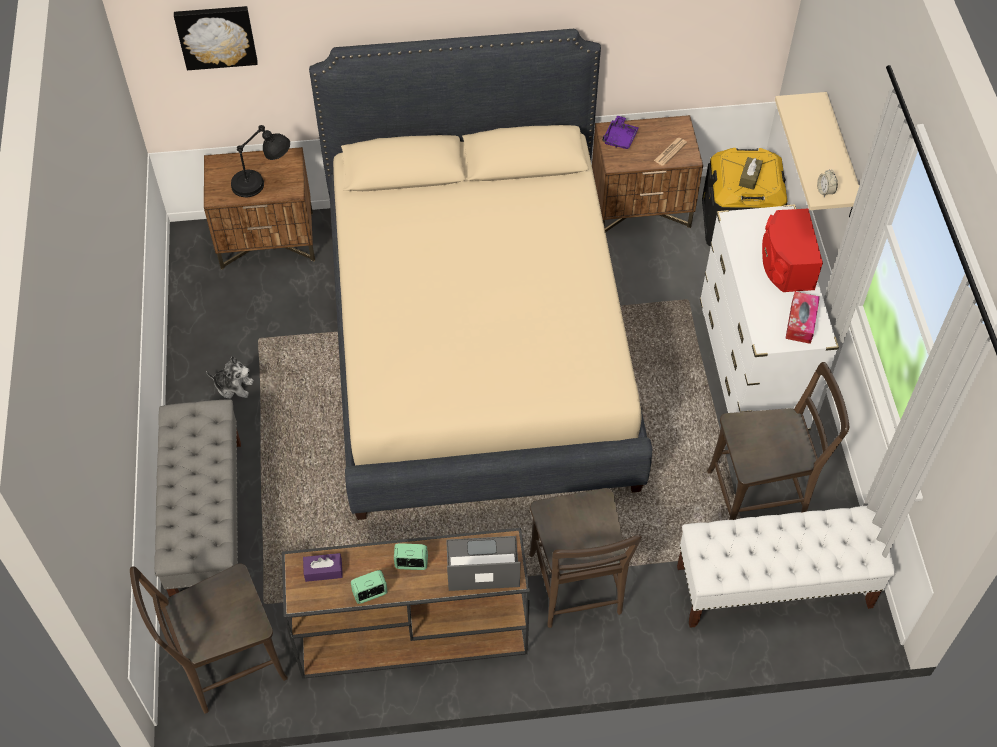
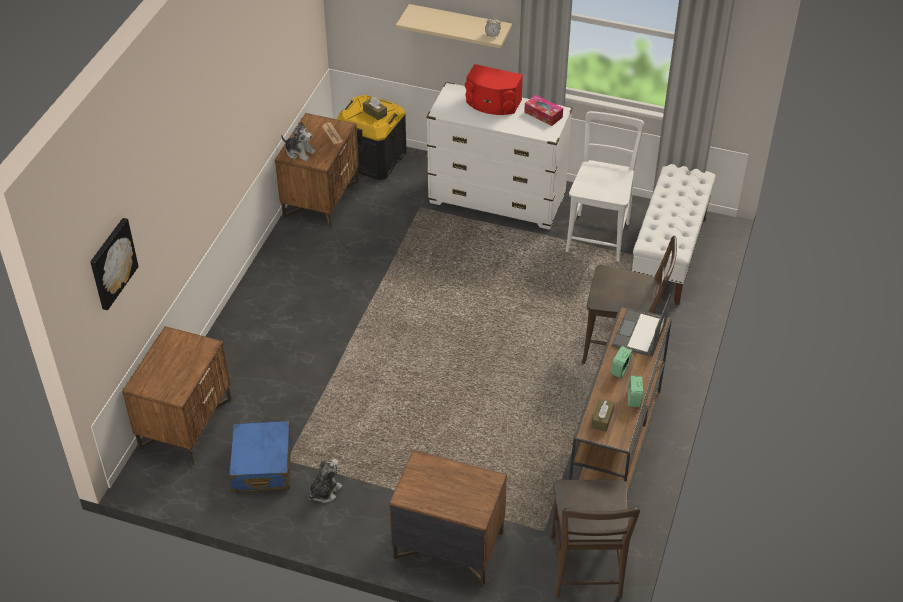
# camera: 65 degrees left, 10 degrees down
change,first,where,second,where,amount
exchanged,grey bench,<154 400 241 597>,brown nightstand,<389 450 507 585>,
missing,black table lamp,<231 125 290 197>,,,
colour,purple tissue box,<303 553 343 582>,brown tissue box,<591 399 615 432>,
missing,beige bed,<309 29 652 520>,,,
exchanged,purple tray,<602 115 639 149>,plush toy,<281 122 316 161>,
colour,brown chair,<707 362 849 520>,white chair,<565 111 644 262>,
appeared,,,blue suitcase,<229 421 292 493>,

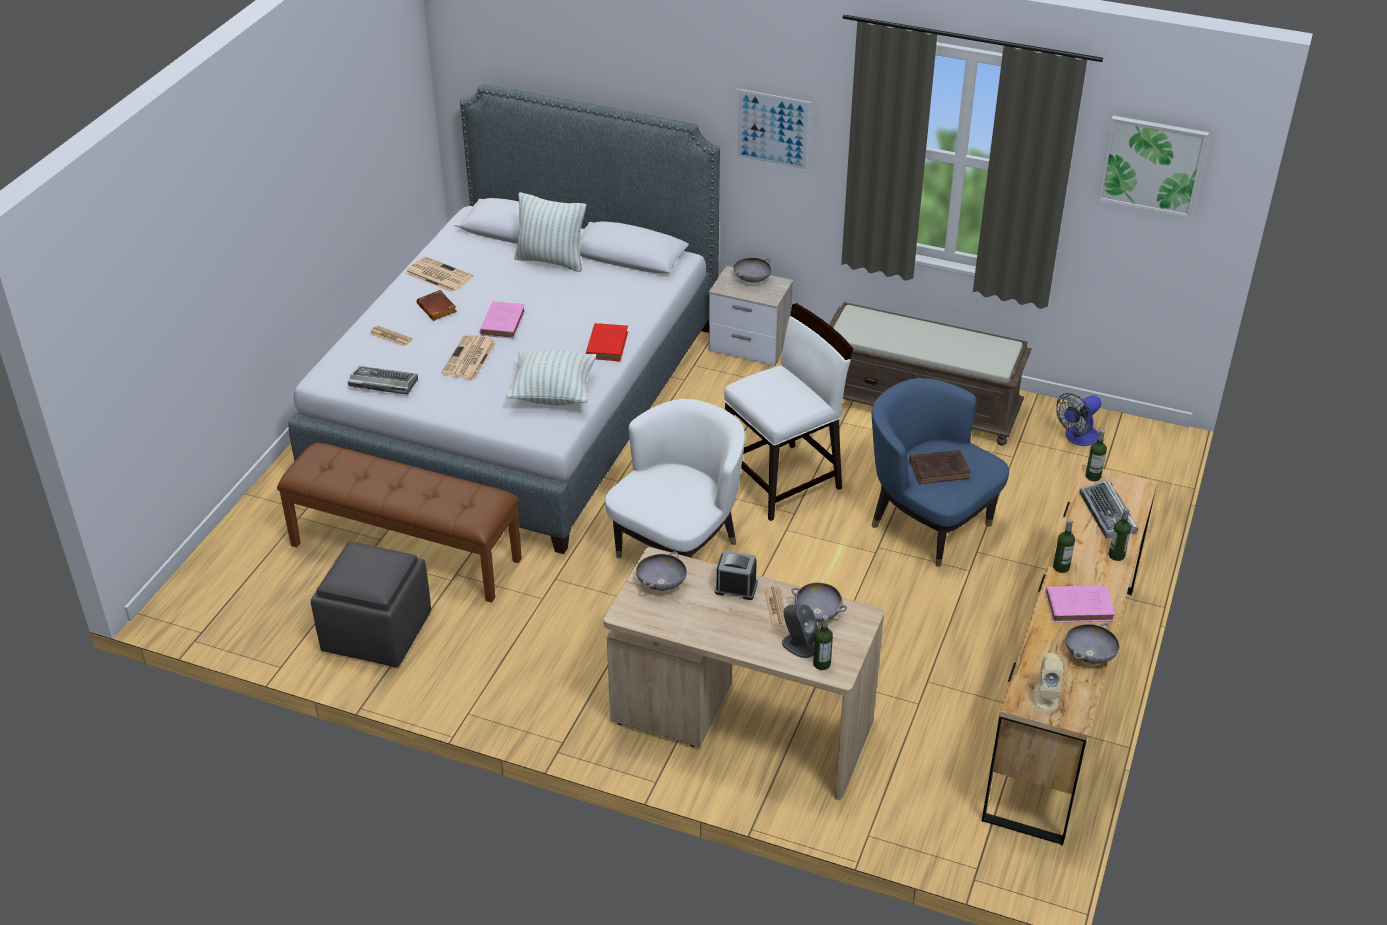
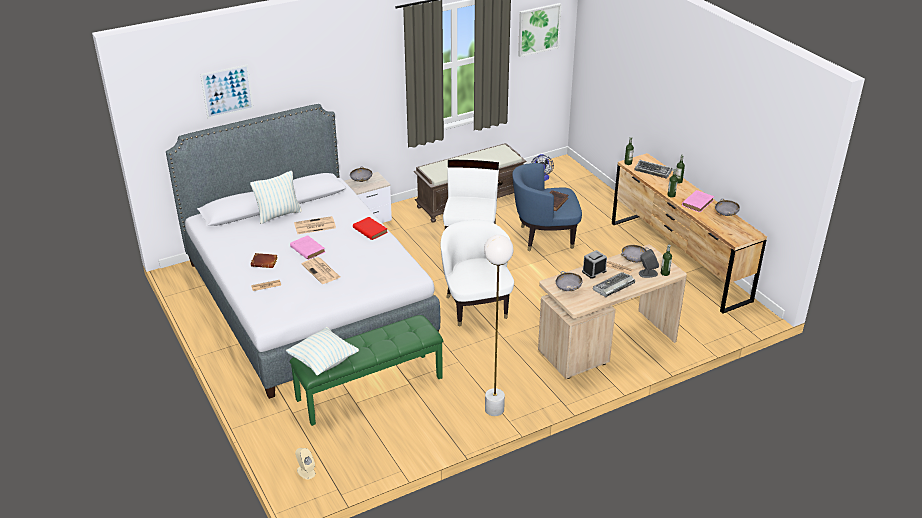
# camera: 50 degrees left, 5 degrees down
change,first,where,second,where,amount
colour,brown bench,<277 443 522 603>,green bench,<290 315 443 426>,
missing,grey ottoman,<311 541 431 668>,,,
relocated,keyboard,<348 366 418 395>,,<593 272 635 297>,
relocated,newspaper,<405 256 473 293>,,<294 216 336 234>,
relocated,pillow,<506 349 596 406>,,<286 327 359 376>,
relocated,picture,<735 89 811 172>,,<200 64 253 119>,
relocated,beige speaker,<1033 653 1064 712>,,<295 448 316 480>,
appeared,,,white floor lamp,<484 235 513 416>,

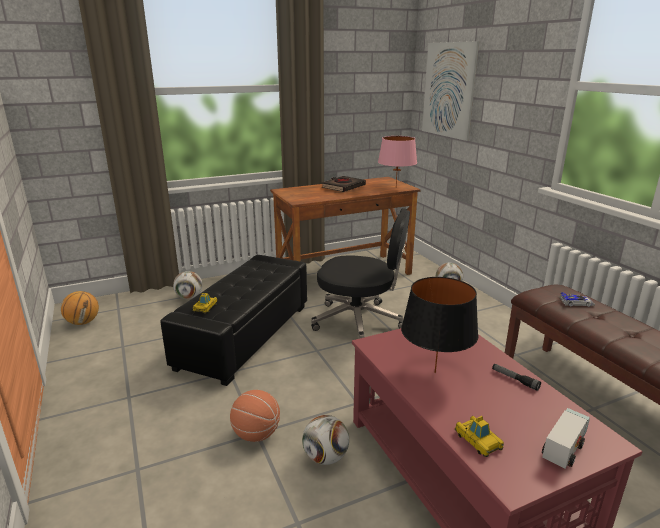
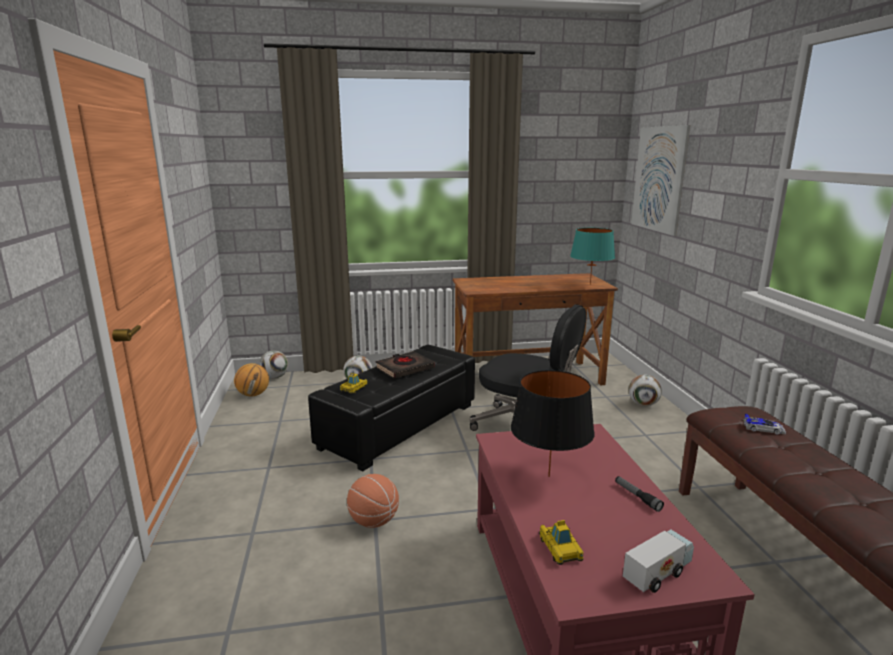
# camera: 15 degrees right, 5 degrees down
change,first,where,second,where,amount
relocated,football,<302 415 349 465>,,<259 350 288 379>,
relocated,black book,<321 176 366 192>,,<375 351 435 379>,
colour,pink table lamp,<378 136 417 187>,turquoise table lamp,<570 228 615 285>,

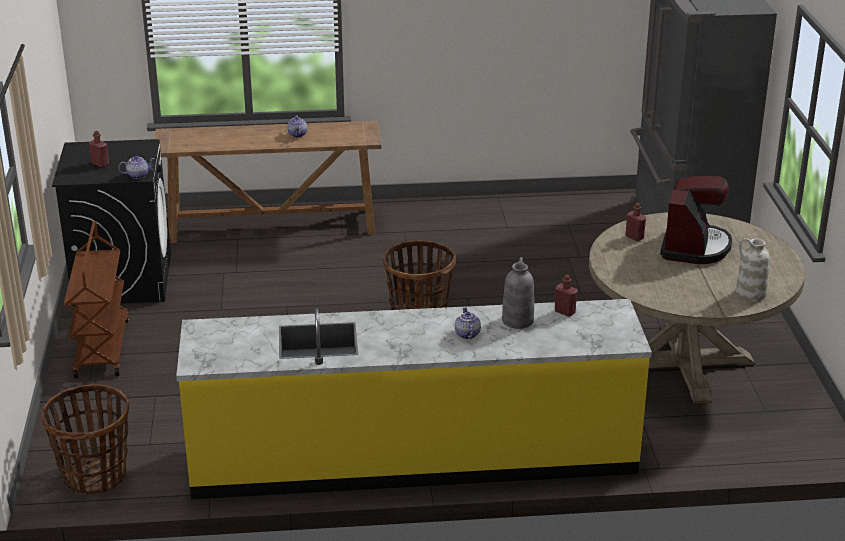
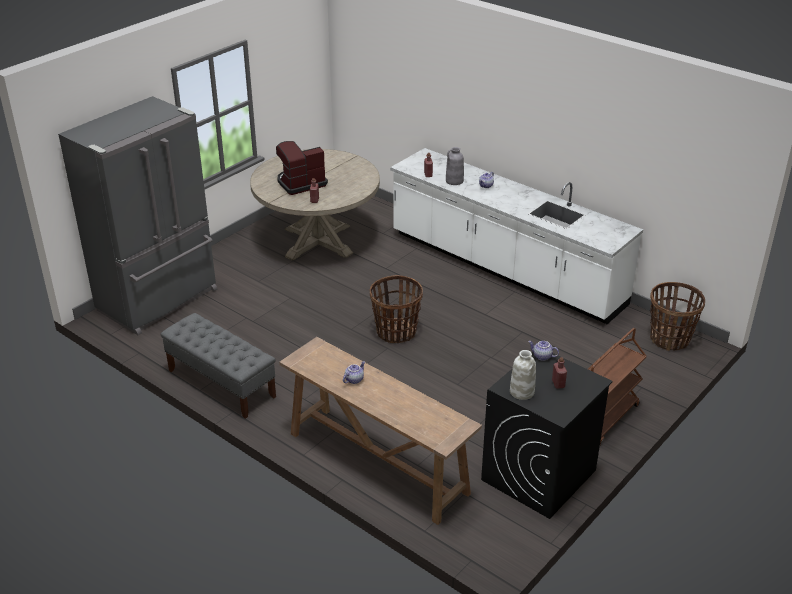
# camera: 135 degrees left, 5 degrees up
change,first,where,second,where,amount
colour,yellow counter,<176 299 652 499>,white counter,<390 148 643 324>,
relocated,white vase,<736 238 770 302>,,<510 350 536 400>,
appeared,,,grey bench,<161 313 276 419>,

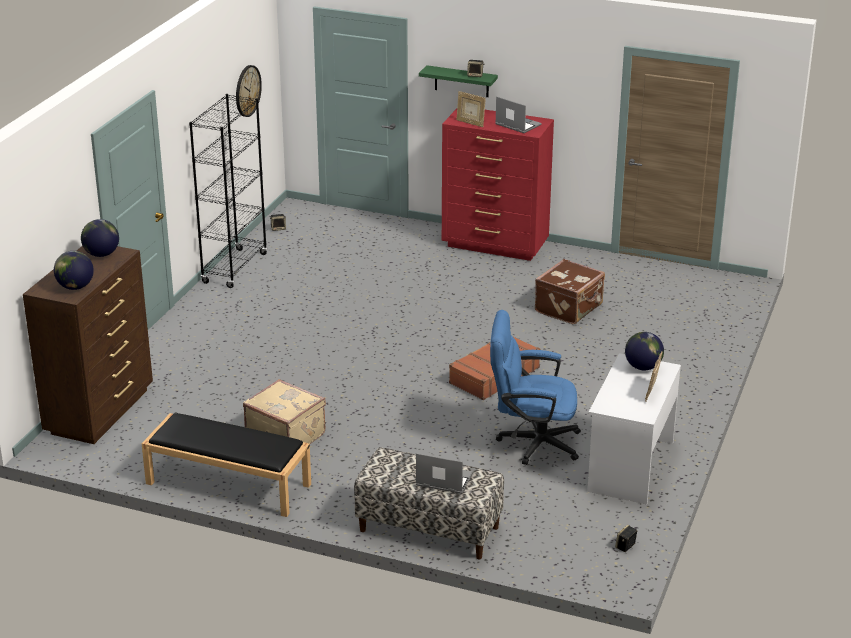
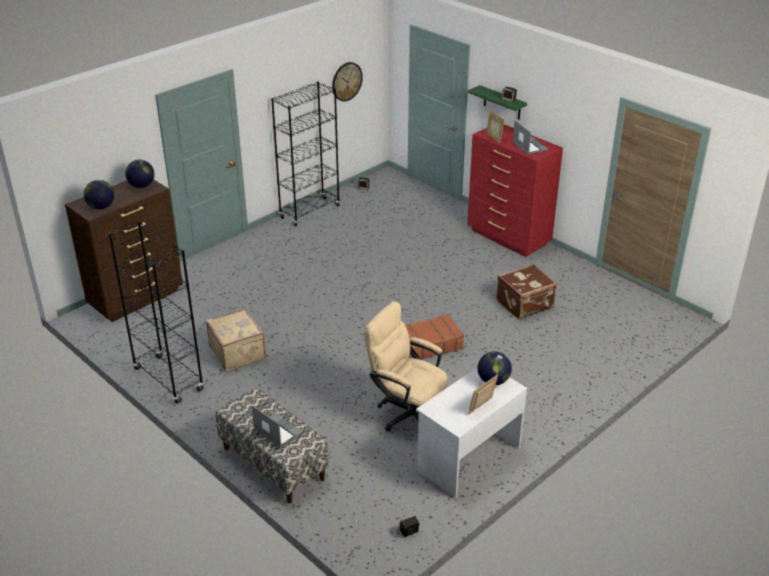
# camera: 25 degrees right, 5 degrees up
change,first,where,second,where,amount
exchanged,black bench,<142 413 311 517>,black bookcase,<108 221 204 404>,
colour,blue office chair,<490 310 581 465>,beige office chair,<364 301 448 431>,

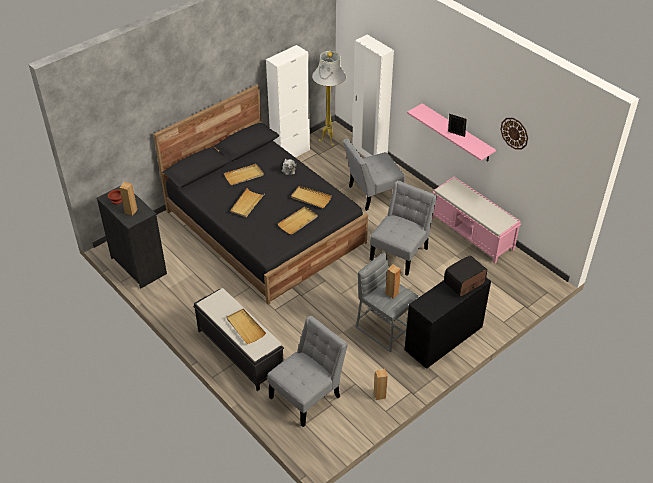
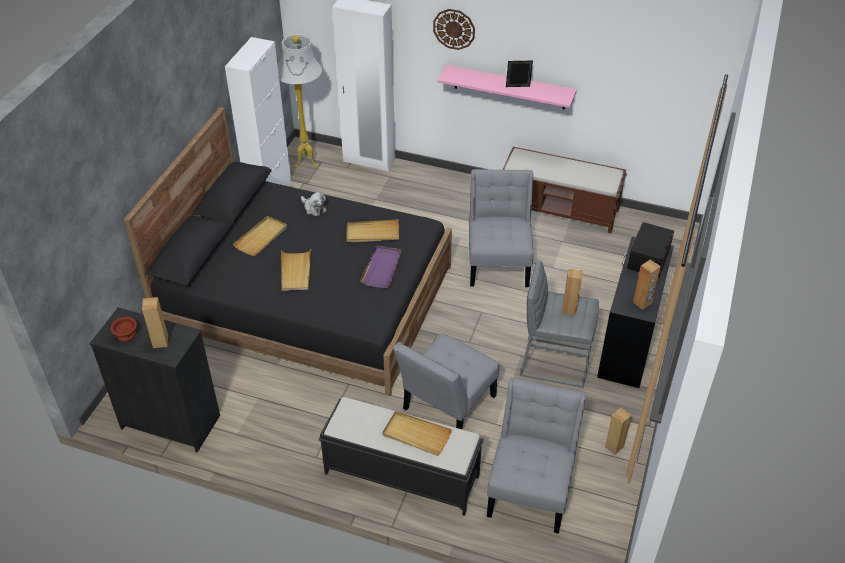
# camera: 30 degrees left, 0 degrees up
change,first,where,second,where,amount
colour,beige tray,<278 207 318 235>,purple tray,<360 246 401 288>,
relocated,grey chair,<343 138 405 211>,,<393 334 499 429>,
colour,pink bench,<432 177 521 263>,brown bench,<503 147 627 234>,
relocated,wall clock,<500 118 528 150>,,<433 9 475 50>,
appeared,,,brown speaker,<633 260 661 310>,

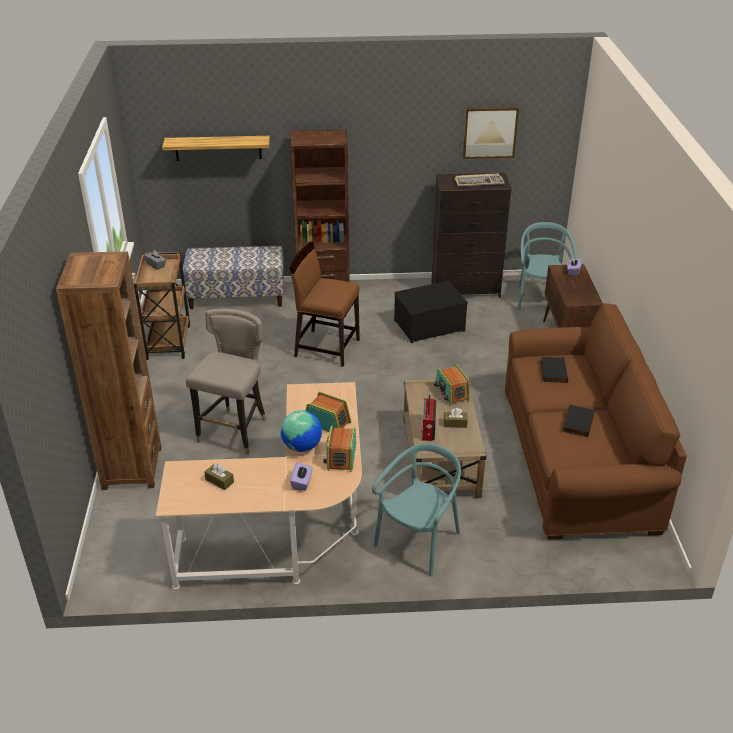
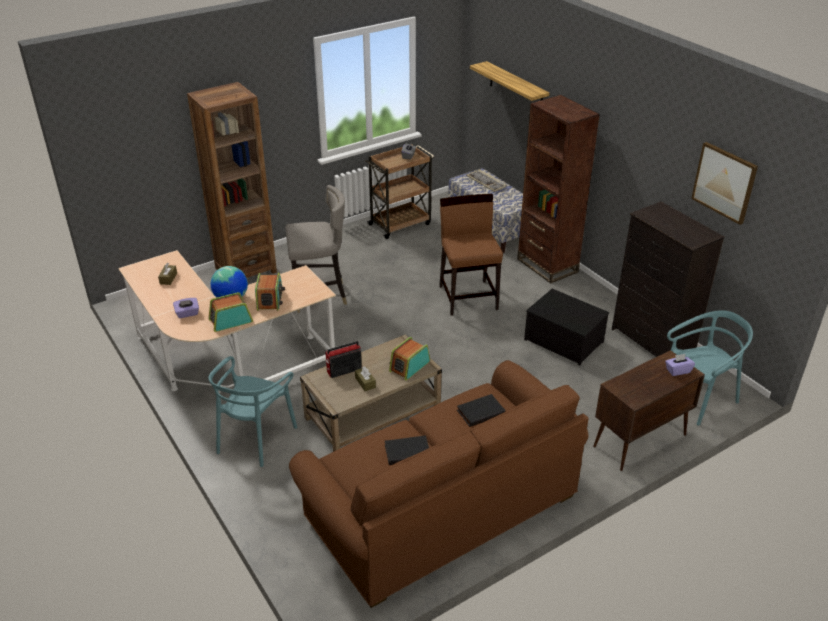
# camera: 60 degrees right, 0 degrees up
change,first,where,second,where,amount
spun,turquoise chair,<372 443 461 577>,,<208 356 297 467>,105 degrees clockwise
relocated,keyboard,<455 173 505 186>,,<466 169 507 192>,

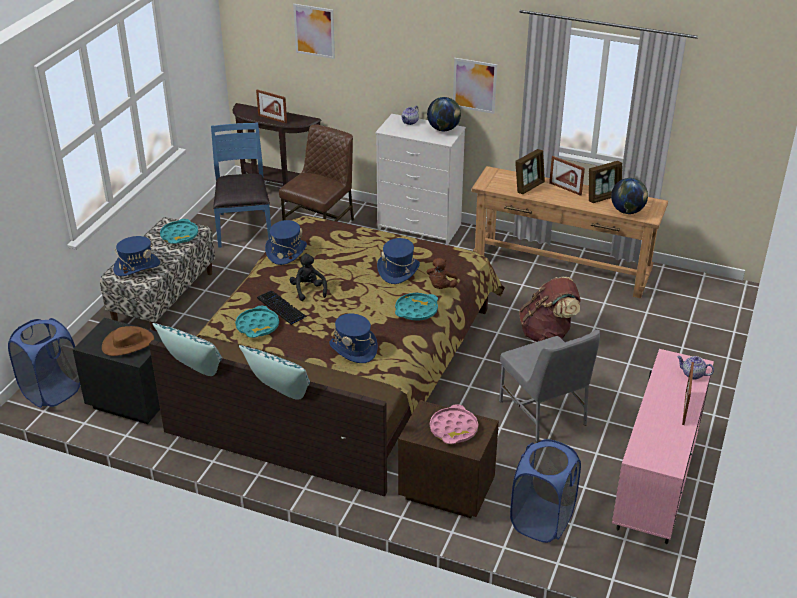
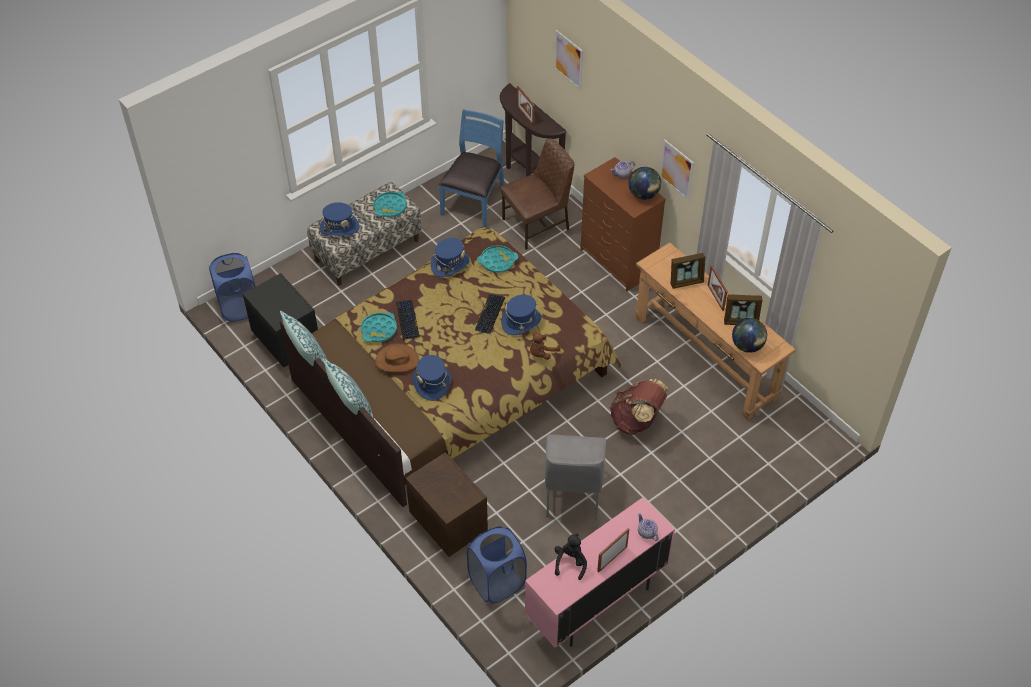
# camera: 30 degrees right, 15 degrees up
change,first,where,second,where,amount
relocated,brown hat,<102 326 154 356>,,<375 343 419 372>,
relocated,black plush toy,<290 254 327 301>,,<555 533 587 580>,
colour,white dresser,<375 114 466 245>,brown dresser,<580 157 666 291>,
relocated,turquoise tray,<395 293 438 320>,,<477 245 518 273>,
missing,pink tray,<430 404 478 444>,,,
appeared,,,keyboard,<475 294 505 334>,

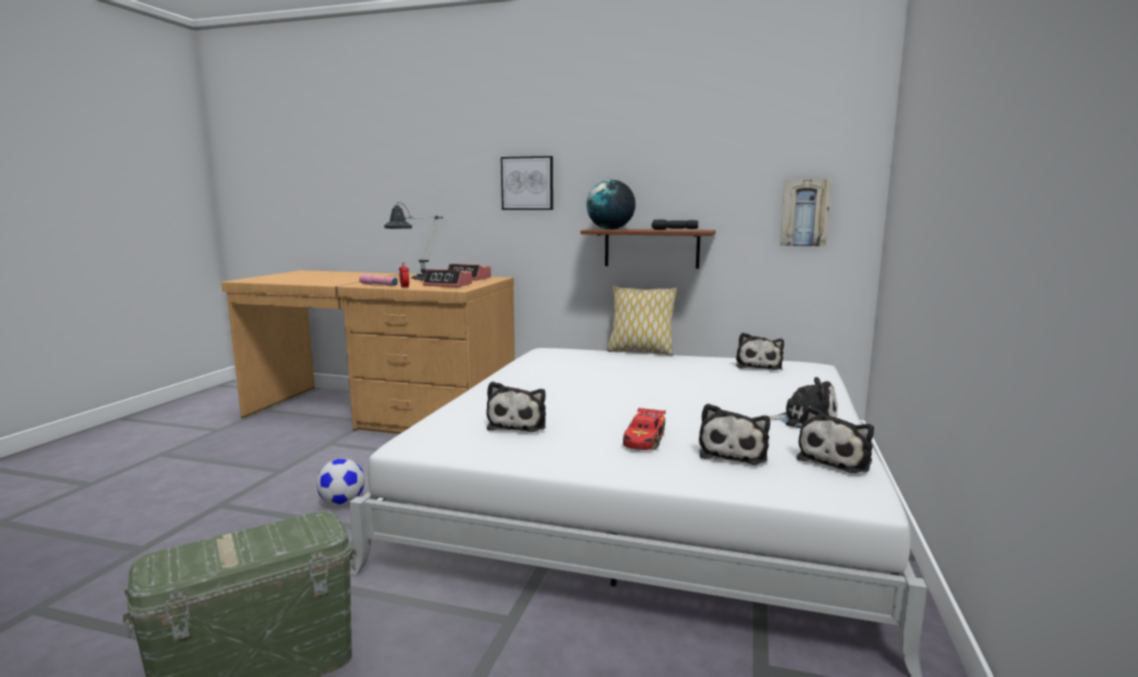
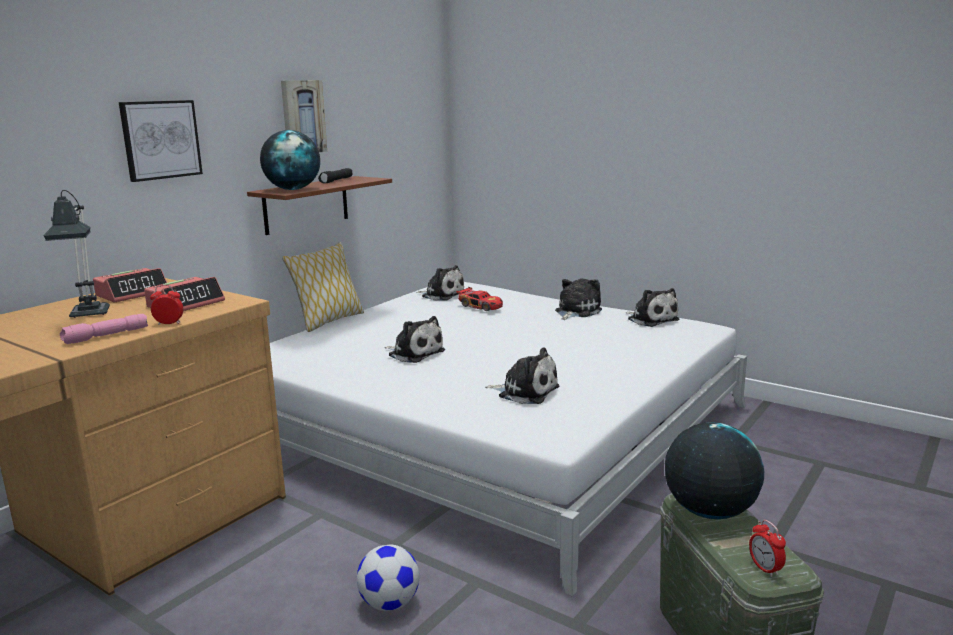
# camera: 70 degrees left, 5 degrees up
change,first,where,second,where,amount
relocated,toy car,<623 408 666 450>,,<456 287 503 311>,
relocated,plush toy,<699 404 770 465>,,<385 316 445 363>,
relocated,picture,<780 180 831 247>,,<281 80 327 152>,
appeared,,,globe,<665 422 764 519>,
appeared,,,alarm clock,<749 520 786 577>,

